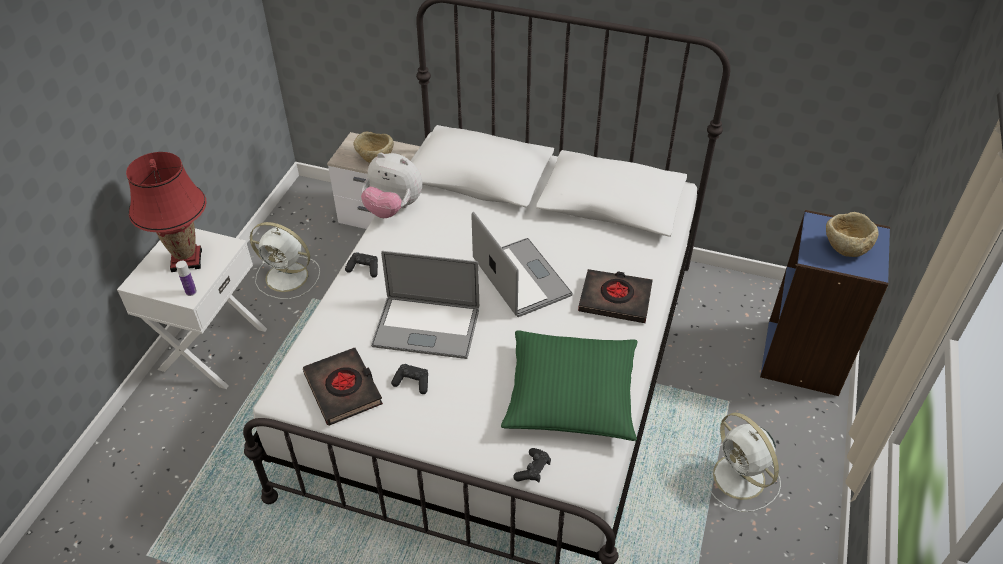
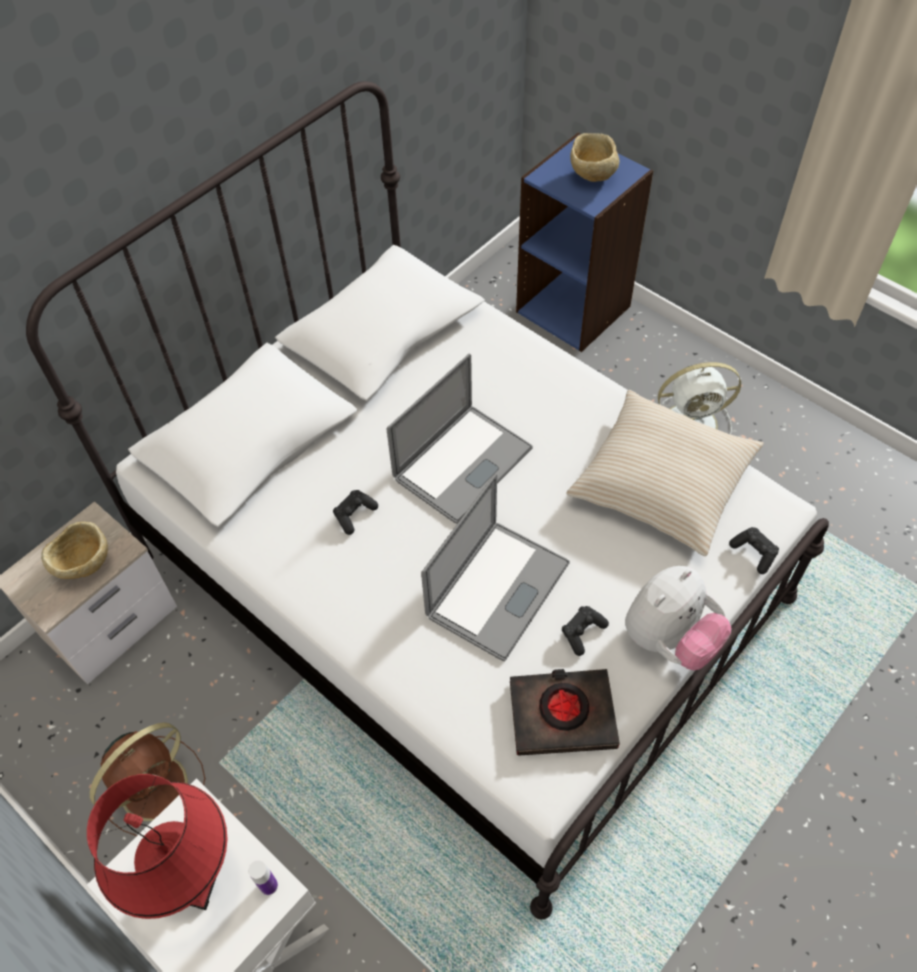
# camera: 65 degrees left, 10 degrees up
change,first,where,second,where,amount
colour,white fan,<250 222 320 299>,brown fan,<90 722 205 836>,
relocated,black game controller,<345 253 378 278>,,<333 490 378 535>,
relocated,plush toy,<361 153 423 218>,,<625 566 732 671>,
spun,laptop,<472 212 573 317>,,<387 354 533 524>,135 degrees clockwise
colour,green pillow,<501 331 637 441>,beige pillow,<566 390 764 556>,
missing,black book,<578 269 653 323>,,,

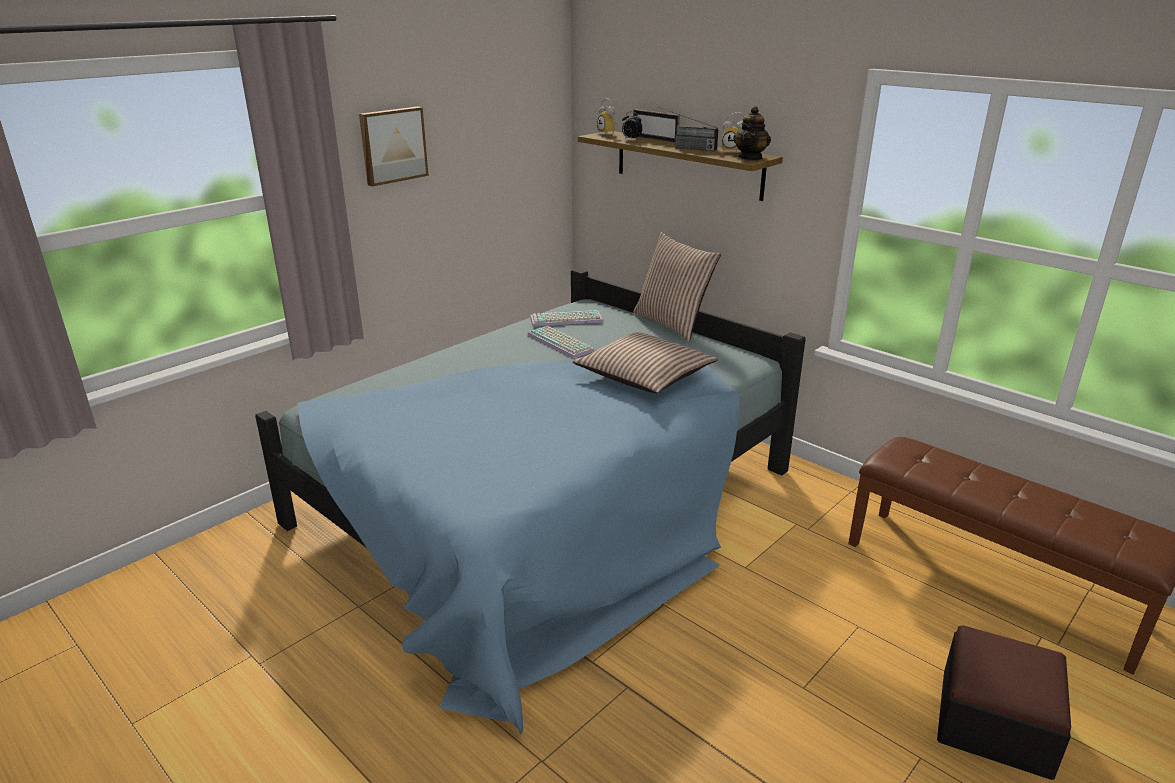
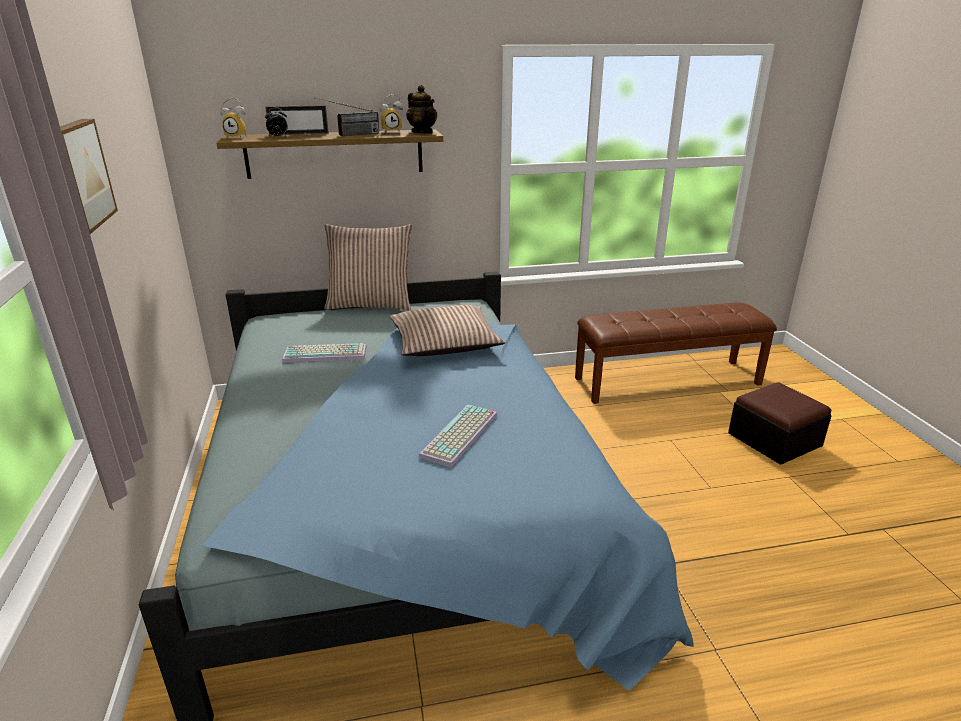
# camera: 55 degrees left, 0 degrees up
change,first,where,second,where,amount
relocated,keyboard,<530 310 603 327>,,<419 405 498 468>,

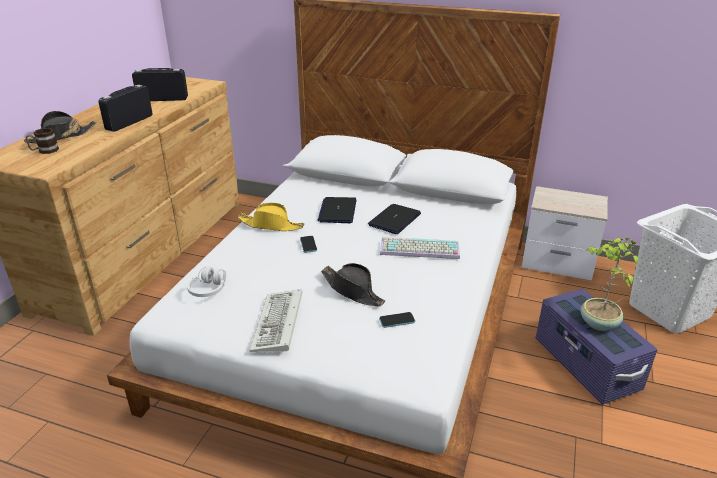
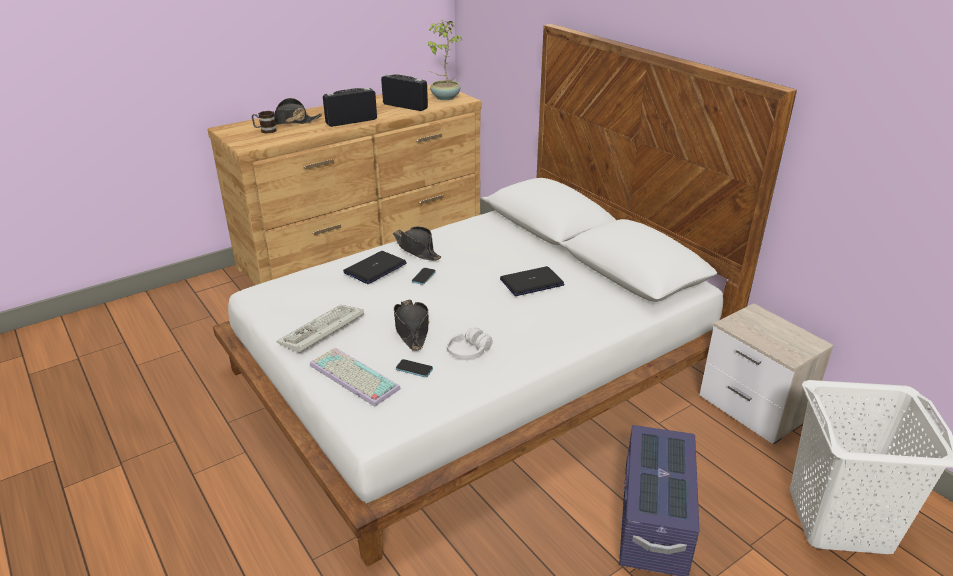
# camera: 35 degrees right, 0 degrees up
change,first,where,second,where,amount
relocated,white headphones,<187 266 226 297>,,<447 327 493 359>,
colour,yellow hat,<238 203 304 231>,black hat,<393 226 441 261>,
relocated,laptop,<318 197 356 223>,,<343 251 407 284>,
relocated,keyboard,<380 237 460 259>,,<310 347 401 406>,
relocated,potted plant,<581 237 639 331>,,<428 20 462 100>,

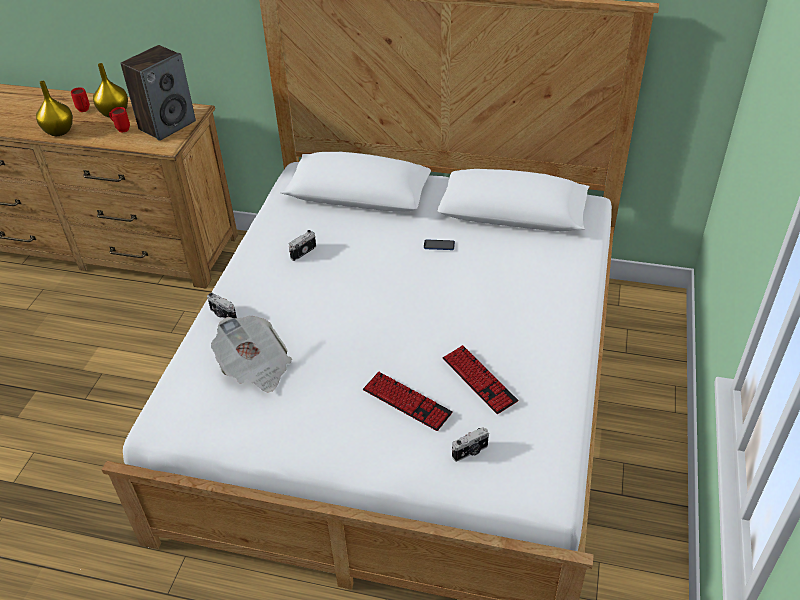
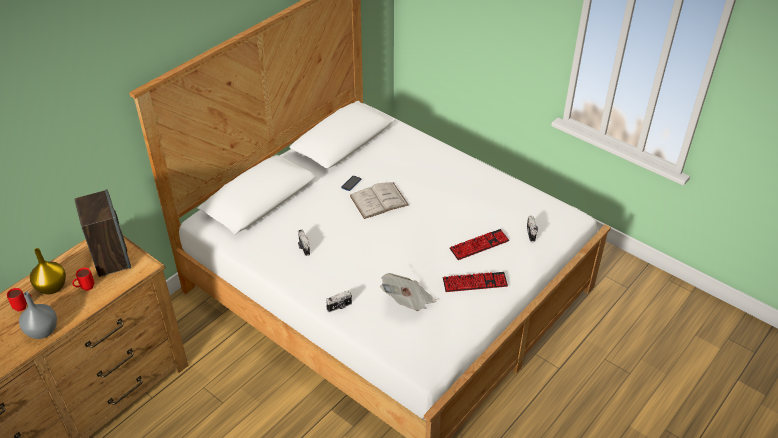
# camera: 65 degrees left, 0 degrees up
change,first,where,second,where,amount
colour,yellow vase,<36 81 73 136>,grey vase,<19 292 57 339>,
relocated,keyboard,<443 345 518 414>,,<443 272 508 292>,
appeared,,,white book,<350 182 409 219>,

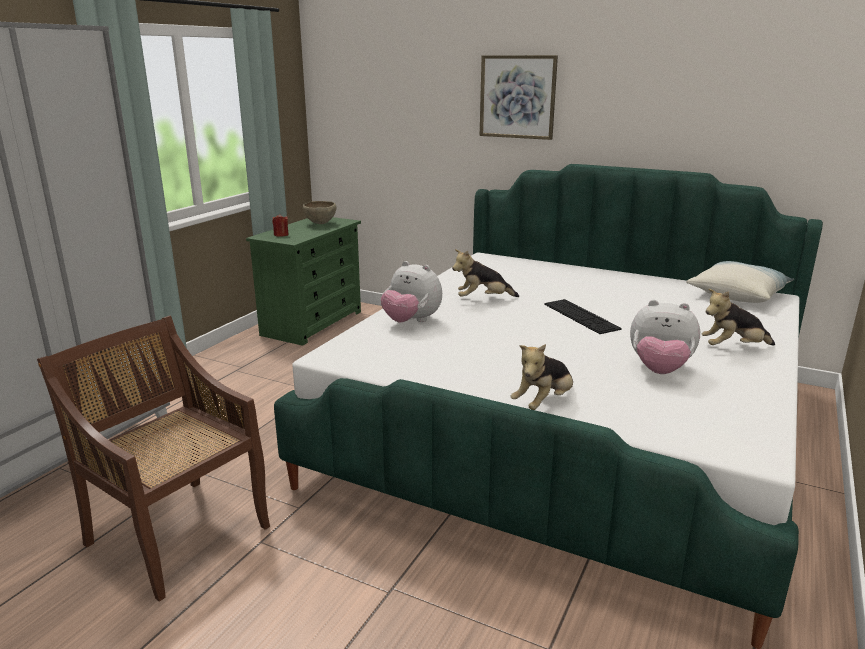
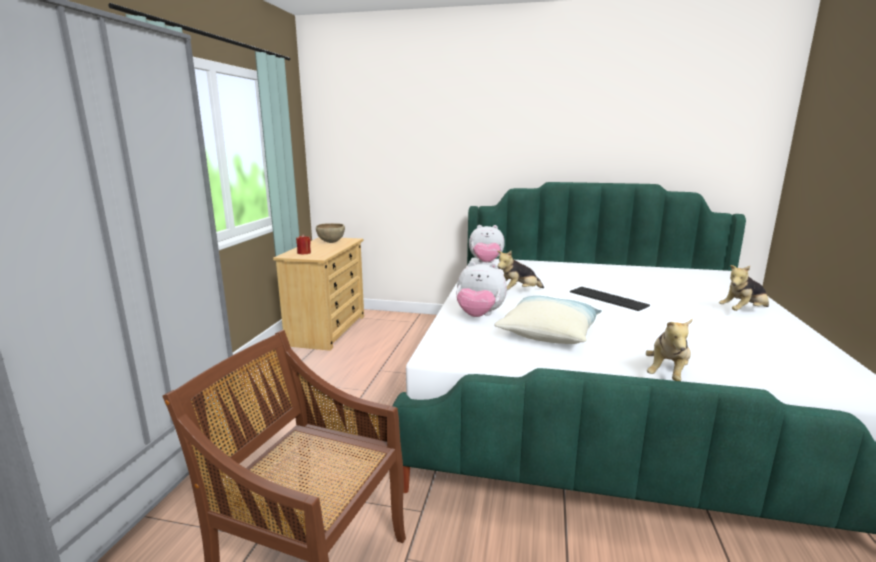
# camera: 15 degrees left, 5 degrees down
change,first,where,second,where,amount
colour,green dresser,<246 217 361 346>,beige dresser,<273 238 364 351>,
missing,picture,<480 55 558 140>,,,
relocated,plush toy,<630 300 700 374>,,<469 225 505 263>,
relocated,pillow,<686 261 794 303>,,<494 296 602 344>,

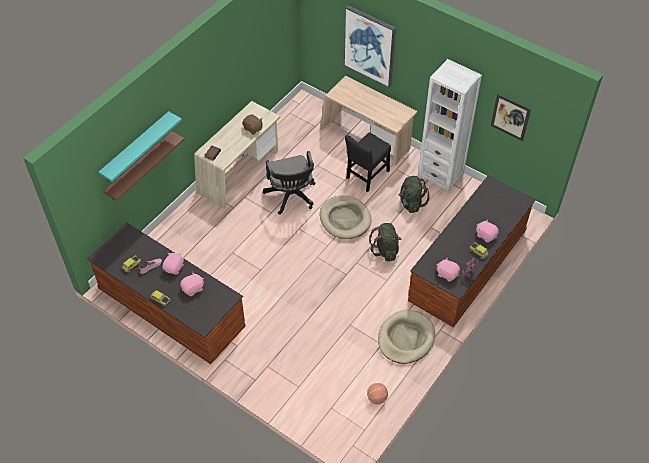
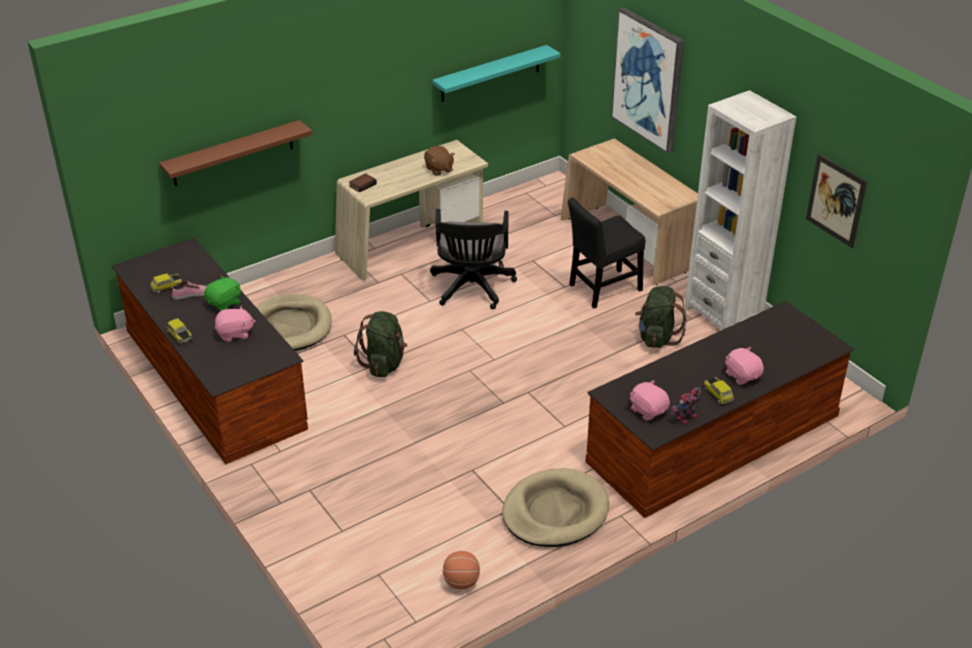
# camera: 20 degrees right, 15 degrees down
change,first,where,second,where,amount
relocated,turquoise shelf,<99 111 182 182>,,<432 45 561 102>,
colour,pink plush toy,<162 252 184 275>,green plush toy,<204 276 241 311>,
relocated,beige dog bed,<320 195 372 239>,,<256 294 332 351>,
relocated,green backpack,<369 223 402 261>,,<354 311 407 377>,

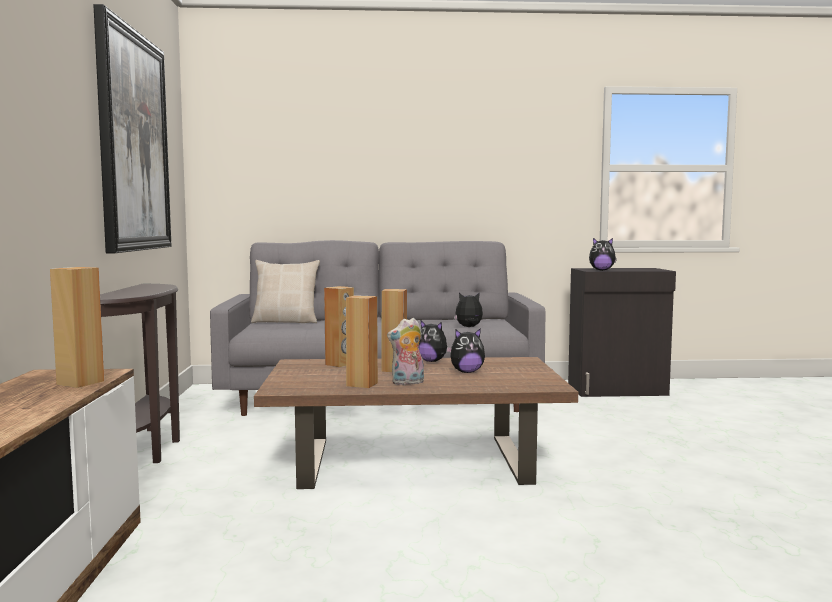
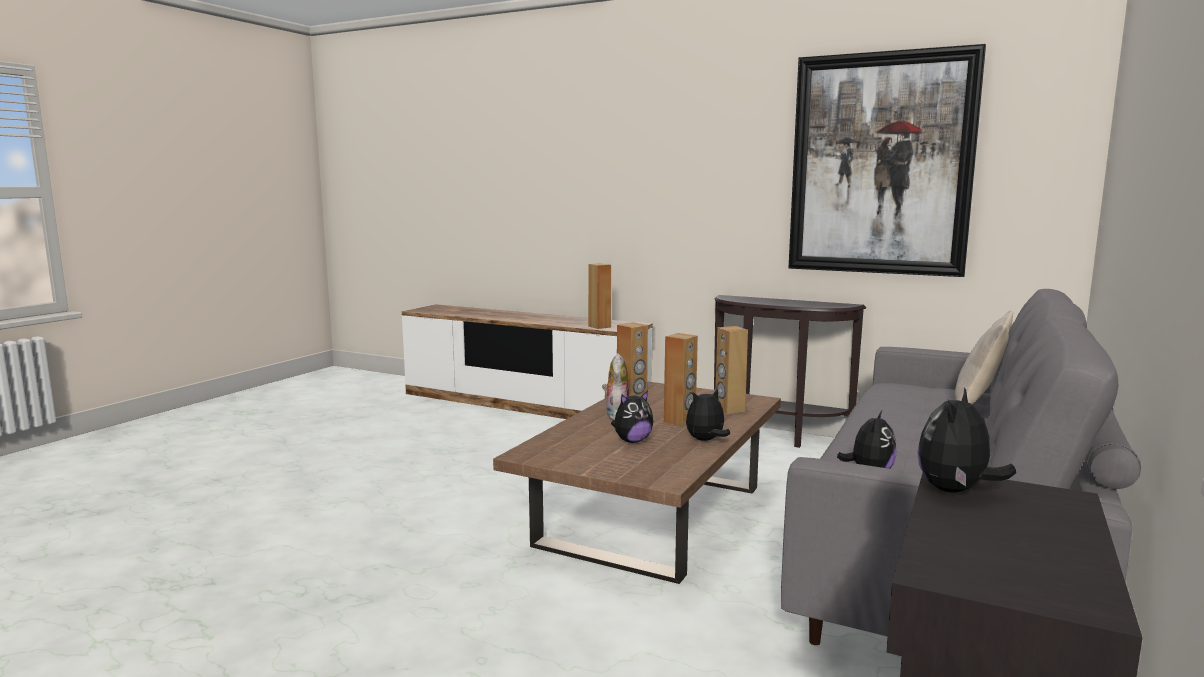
# camera: 120 degrees right, 5 degrees up
change,first,where,second,where,amount
spun,plush toy,<450 328 485 373>,,<611 391 653 443>,135 degrees counterclockwise

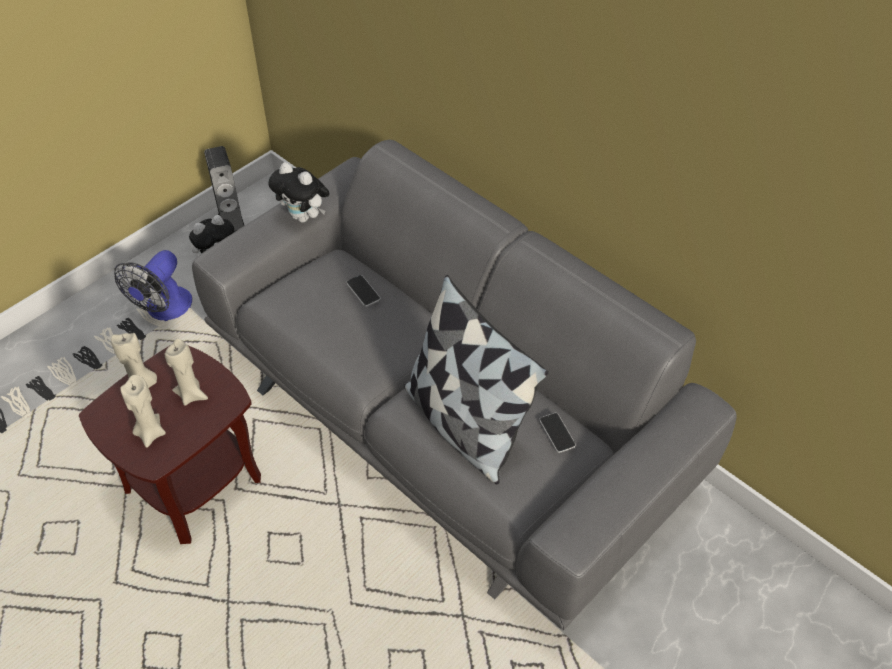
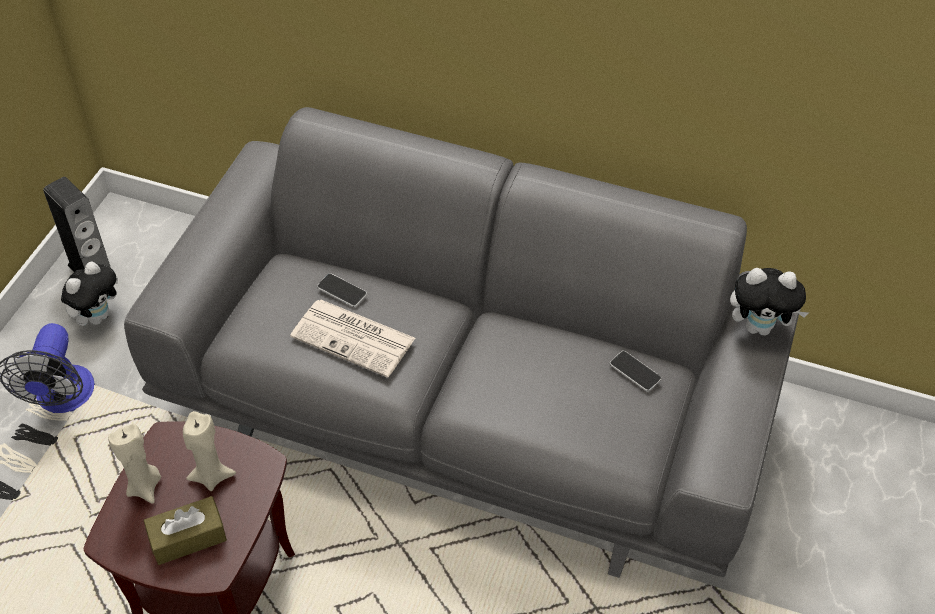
# camera: 25 degrees left, 0 degrees up
change,first,where,second,where,amount
exchanged,beige candle,<120 375 166 448>,brown tissue box,<144 496 227 565>,
relocated,plush toy,<268 162 330 223>,,<730 268 809 336>,
missing,pillow,<404 275 548 485>,,,
appeared,,,newspaper,<290 300 415 378>,

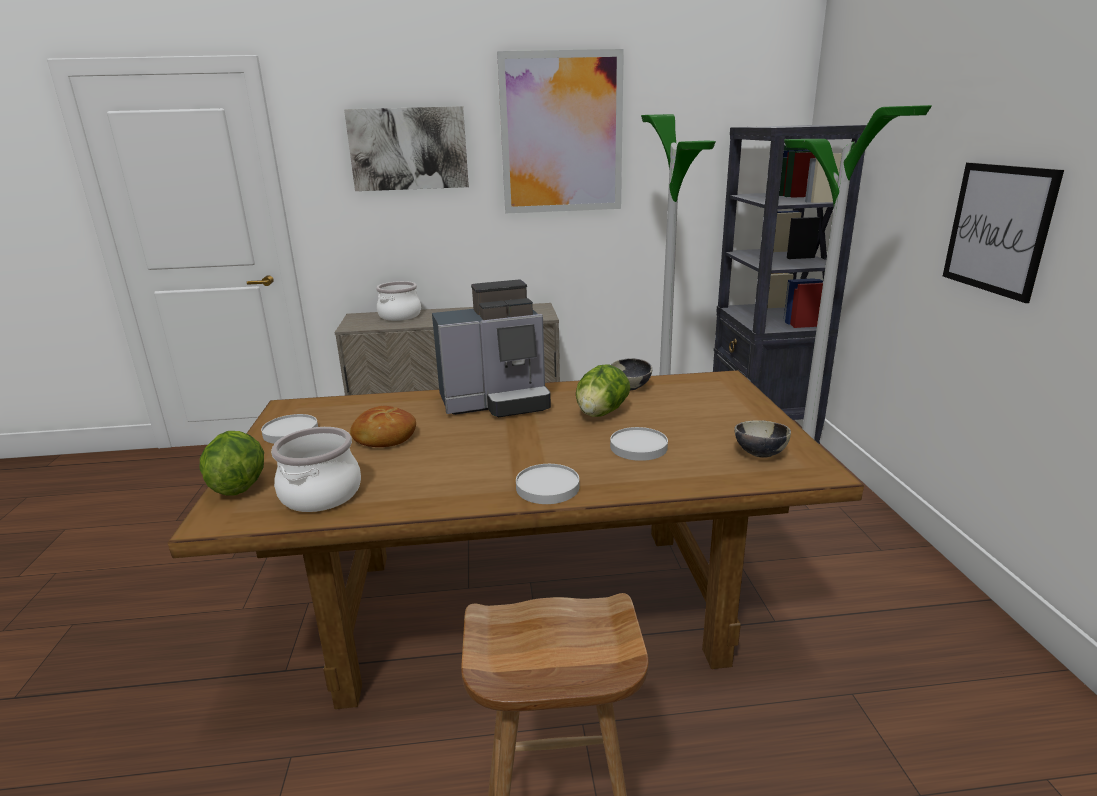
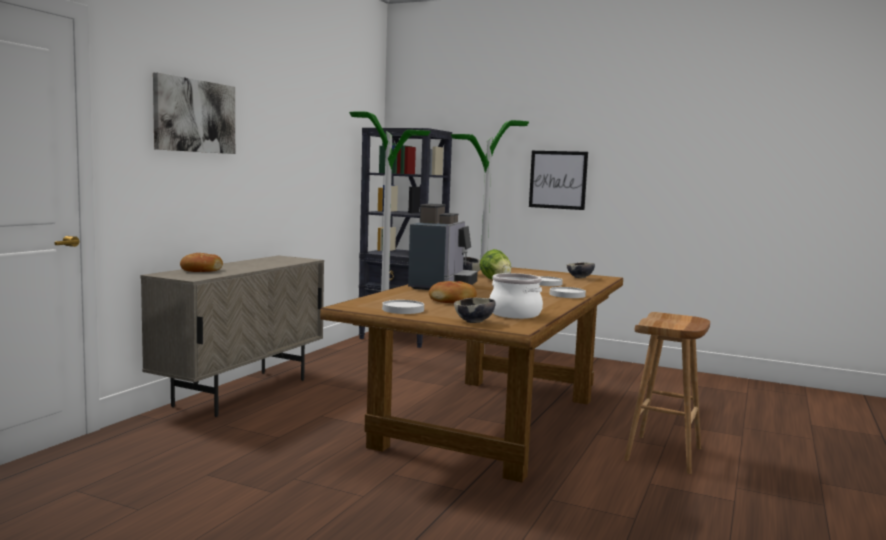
# camera: 60 degrees left, 15 degrees down
change,first,where,second,where,amount
exchanged,lettuce,<200 431 264 496>,bowl,<454 298 496 323>,
exchanged,cooking pot,<376 281 421 321>,bread,<180 253 223 272>,
missing,picture,<497 49 624 214>,,,

